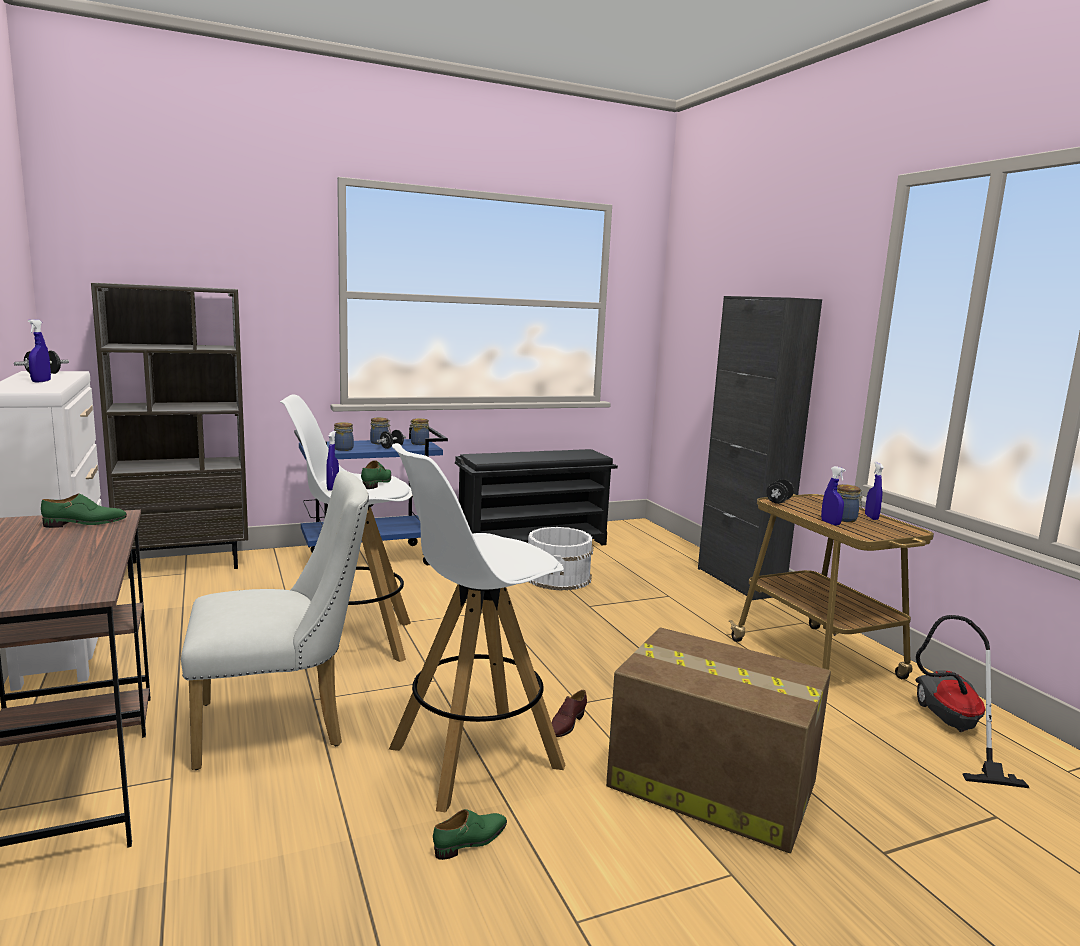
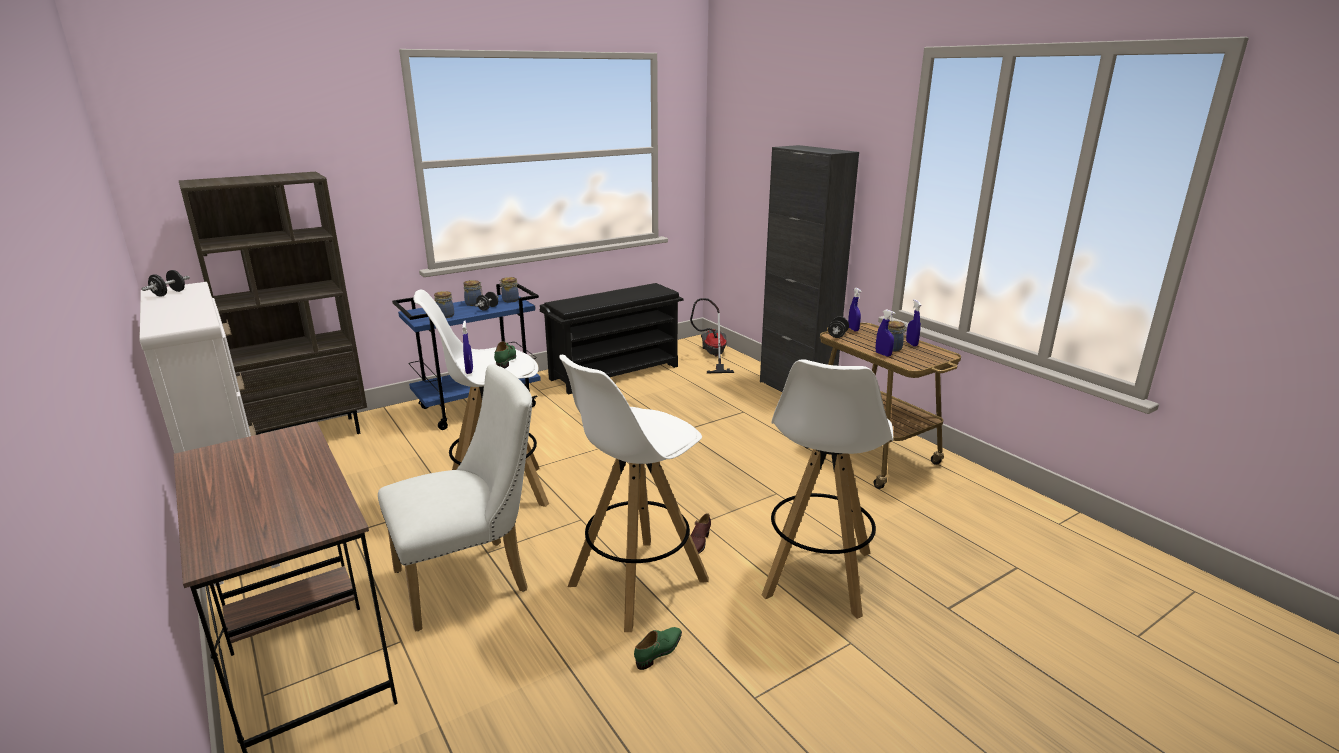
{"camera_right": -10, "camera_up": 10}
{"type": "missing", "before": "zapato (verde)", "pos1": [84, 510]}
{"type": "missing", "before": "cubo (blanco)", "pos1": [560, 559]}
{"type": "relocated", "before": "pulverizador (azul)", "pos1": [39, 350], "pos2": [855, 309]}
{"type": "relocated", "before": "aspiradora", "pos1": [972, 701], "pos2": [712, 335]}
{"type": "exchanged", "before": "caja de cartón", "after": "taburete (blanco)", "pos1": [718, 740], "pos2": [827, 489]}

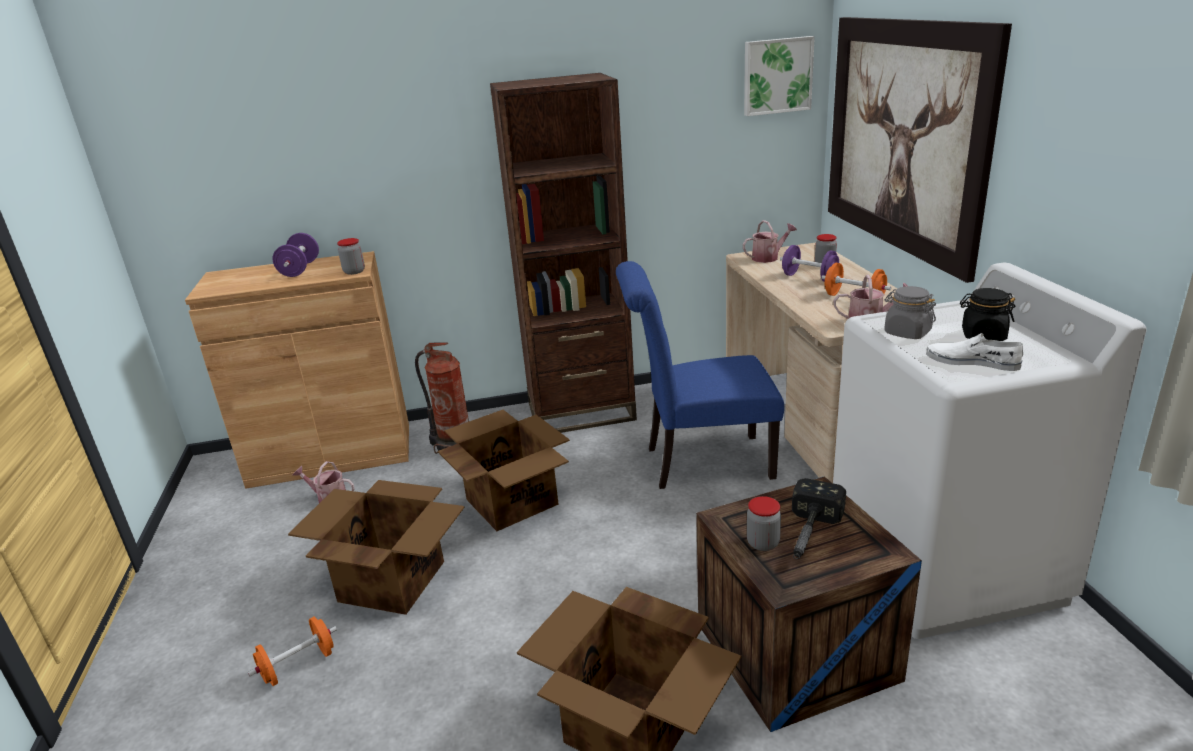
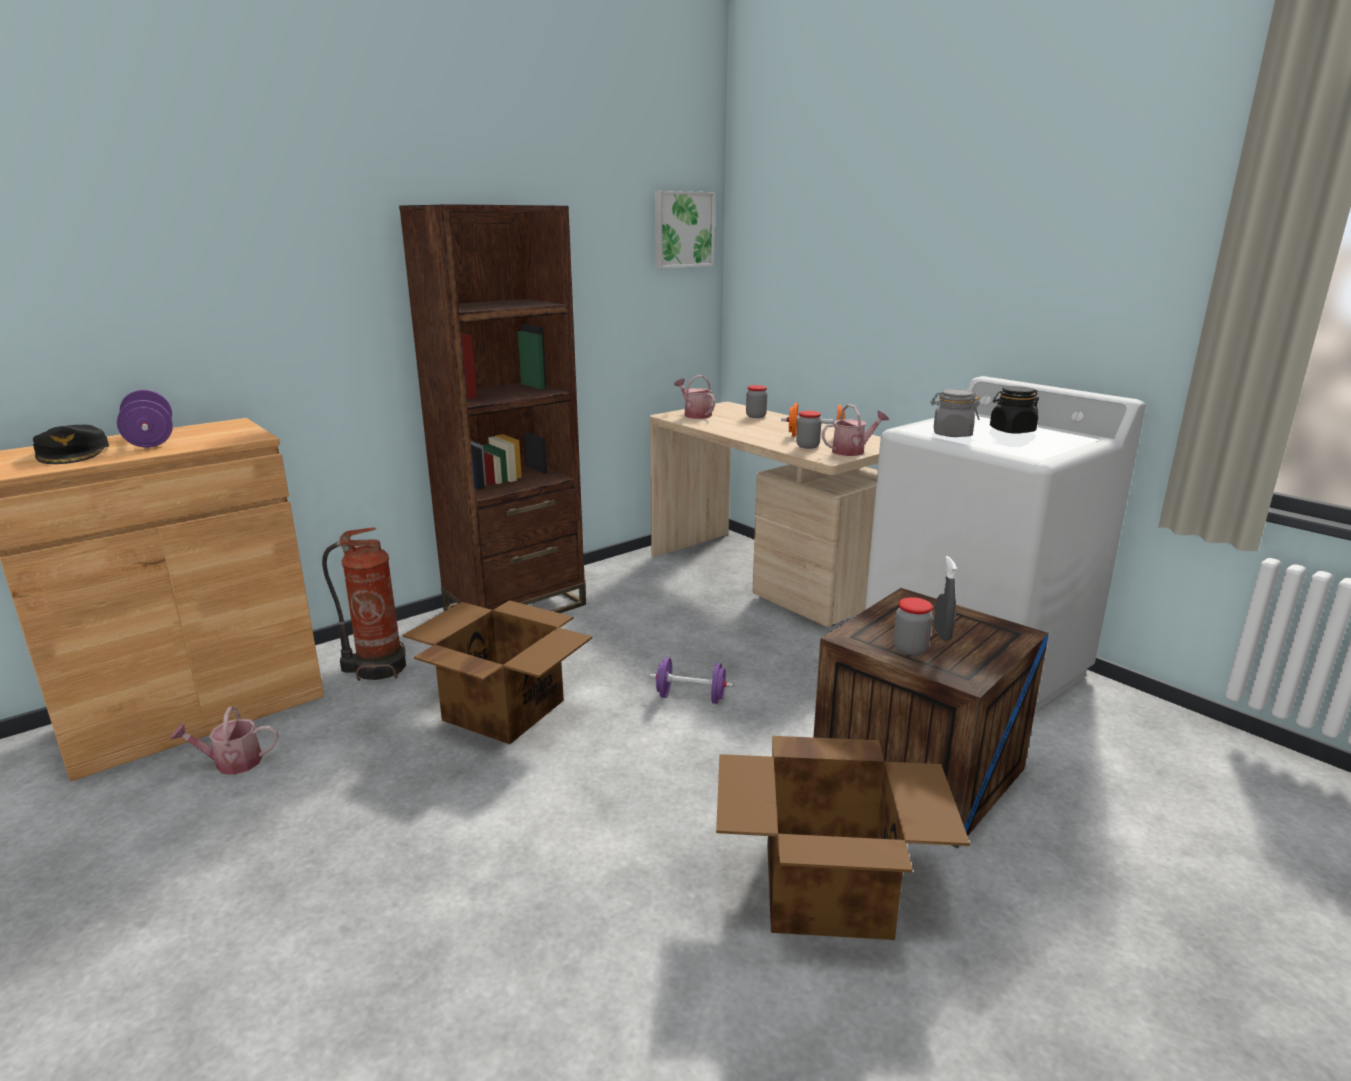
{"camera_right": -30, "camera_up": -5}
{"type": "missing", "before": "mancuerna (naranja)", "pos1": [292, 651]}
{"type": "missing", "before": "caja de cartón", "pos1": [376, 547]}
{"type": "missing", "before": "silla (azul)", "pos1": [700, 375]}
{"type": "missing", "before": "cuadro", "pos1": [920, 150]}
{"type": "missing", "before": "zapato (blanco)", "pos1": [974, 352]}
{"type": "appeared", "after": "gorra (negro)", "pos2": [71, 444]}
{"type": "relocated", "before": "tarro", "pos1": [351, 256], "pos2": [808, 430]}
{"type": "relocated", "before": "mancuerna (morado)", "pos1": [809, 263], "pos2": [691, 680]}
{"type": "exchanged", "before": "martillo", "after": "pulverizador (gris)", "pos1": [819, 518], "pos2": [945, 598]}
{"type": "spun", "before": "regadera", "pos1": [770, 241], "pos2": [694, 397], "turn": -75}

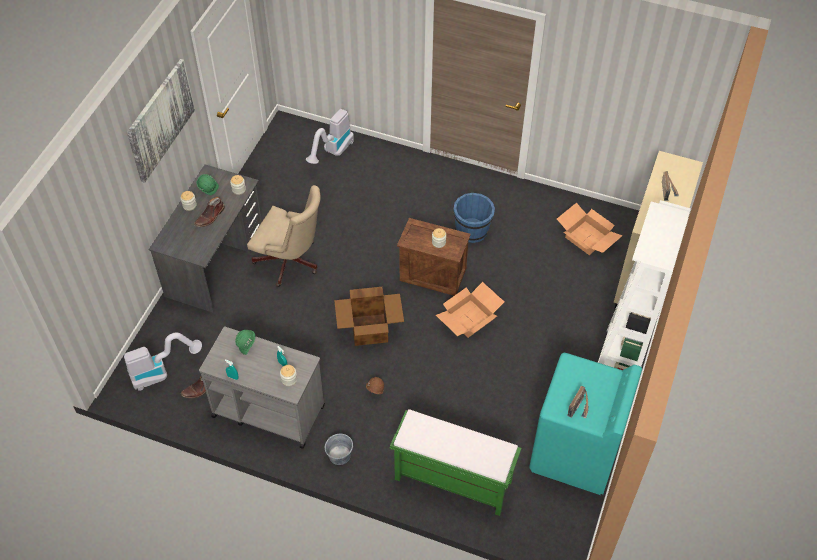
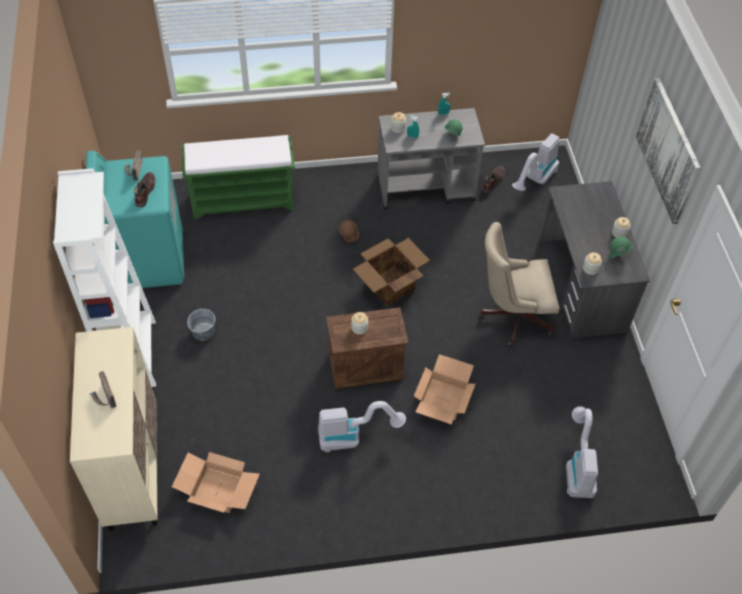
{"camera_right": 150, "camera_up": 0}
{"type": "relocated", "before": "bota (marrón)", "pos1": [209, 212], "pos2": [145, 189]}
{"type": "relocated", "before": "cubo (gris)", "pos1": [339, 449], "pos2": [201, 325]}
{"type": "relocated", "before": "caja de cartón", "pos1": [470, 310], "pos2": [444, 389]}
{"type": "exchanged", "before": "cubo (azul)", "after": "aspiradora", "pos1": [474, 218], "pos2": [362, 426]}

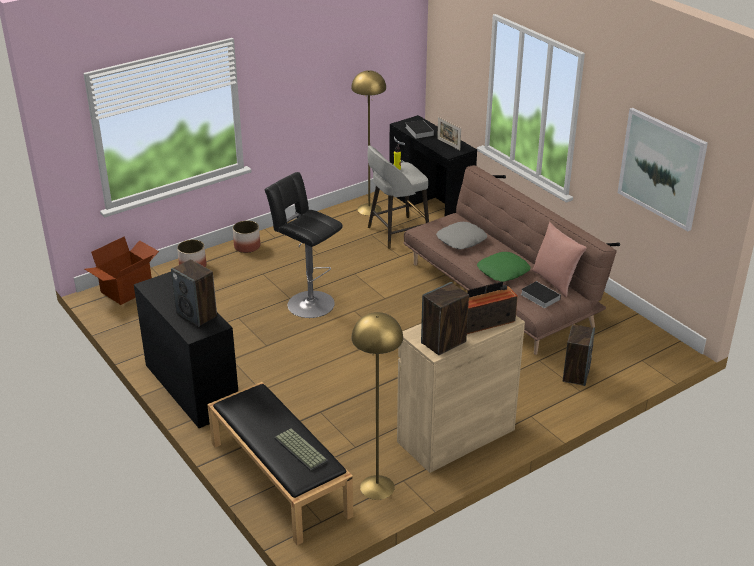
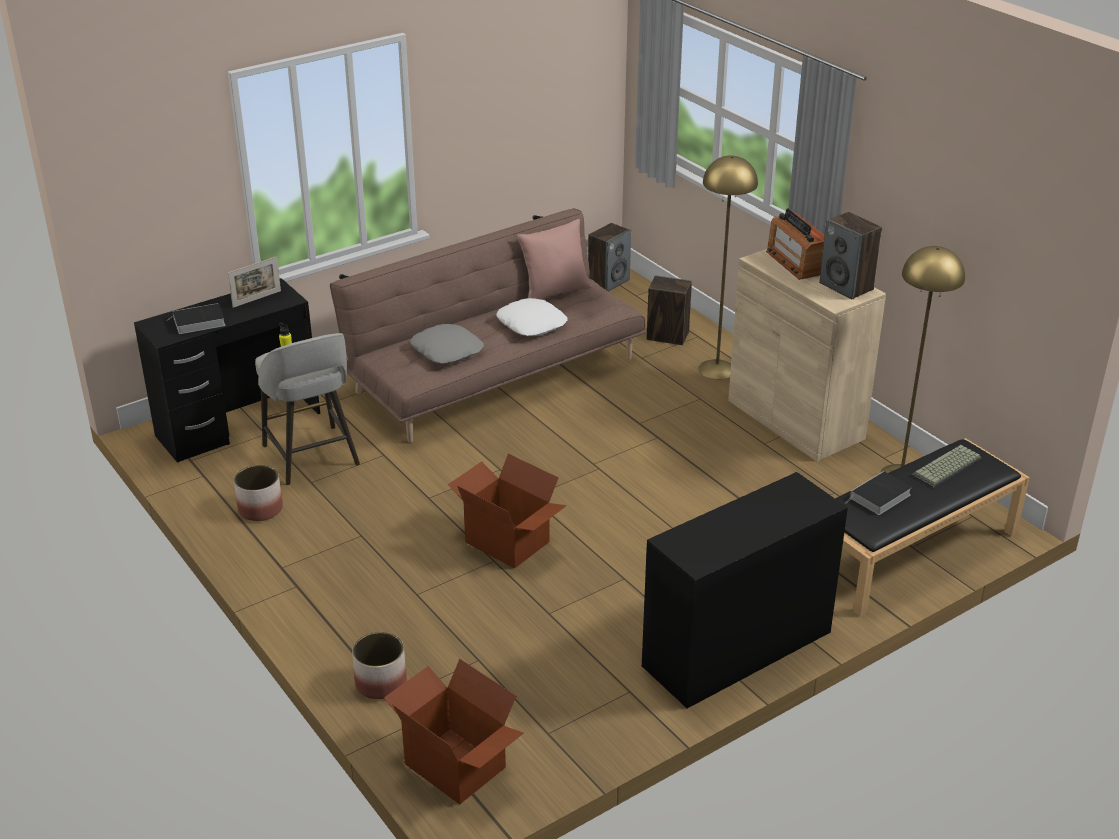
{"camera_right": -90, "camera_up": 0}
{"type": "missing", "before": "cuadro", "pos1": [663, 169]}
{"type": "relocated", "before": "altavoz", "pos1": [194, 293], "pos2": [609, 257]}
{"type": "relocated", "before": "maceta", "pos1": [246, 237], "pos2": [258, 493]}
{"type": "relocated", "before": "lámpara de pie (amarillo)", "pos1": [368, 143], "pos2": [728, 267]}
{"type": "relocated", "before": "libro", "pos1": [541, 294], "pos2": [879, 493]}
{"type": "exchanged", "before": "taburete (negro)", "after": "caja de cartón", "pos1": [303, 245], "pos2": [507, 511]}
{"type": "colour", "before": "cojín (verde)", "after": "cojín (blanco)", "pos1": [503, 267], "pos2": [532, 317]}

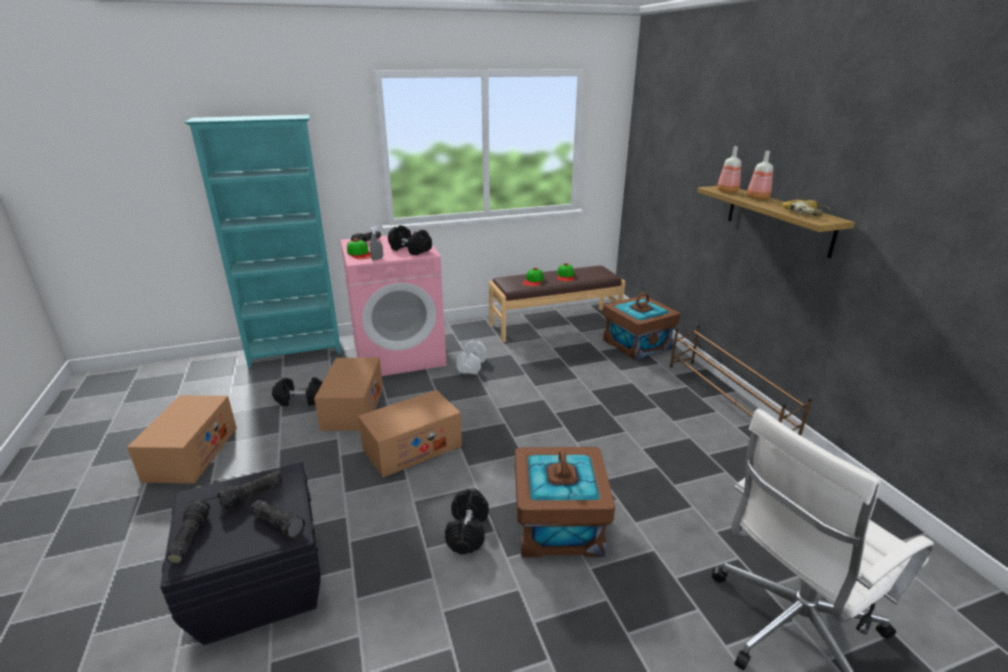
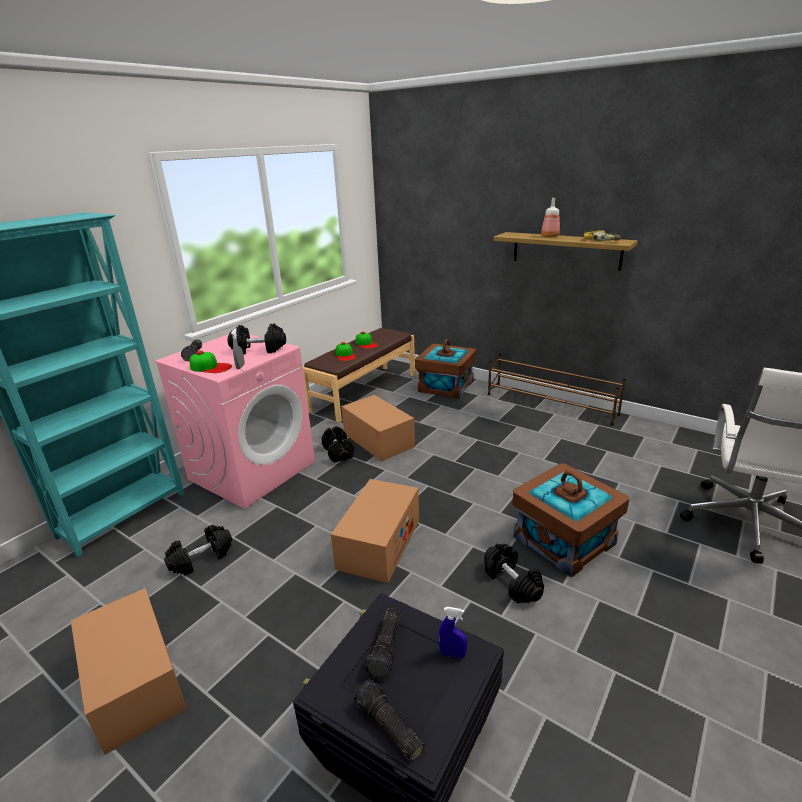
{"camera_right": -35, "camera_up": 0}
{"type": "missing", "before": "botella", "pos1": [729, 169]}
{"type": "relocated", "before": "caja de cartón", "pos1": [348, 394], "pos2": [378, 428]}
{"type": "exchanged", "before": "linterna", "after": "pulverizador (azul)", "pos1": [278, 519], "pos2": [452, 632]}
{"type": "colour", "before": "mancuerna (blanco)", "after": "mancuerna (negro)", "pos1": [471, 357], "pos2": [337, 444]}

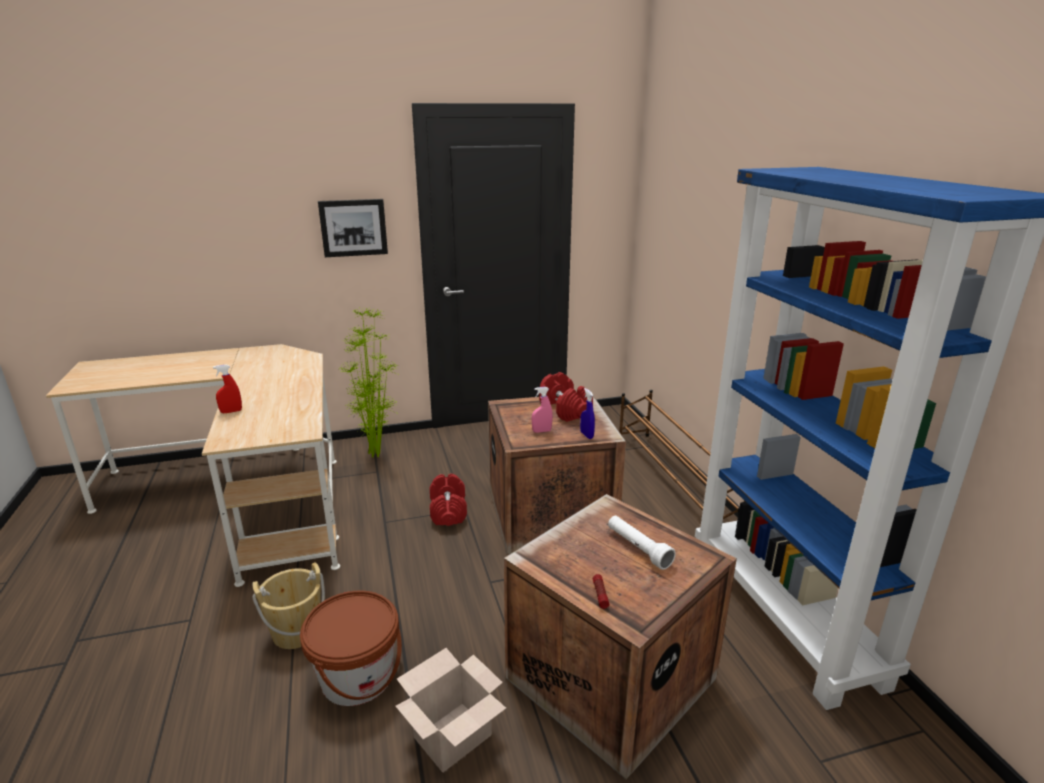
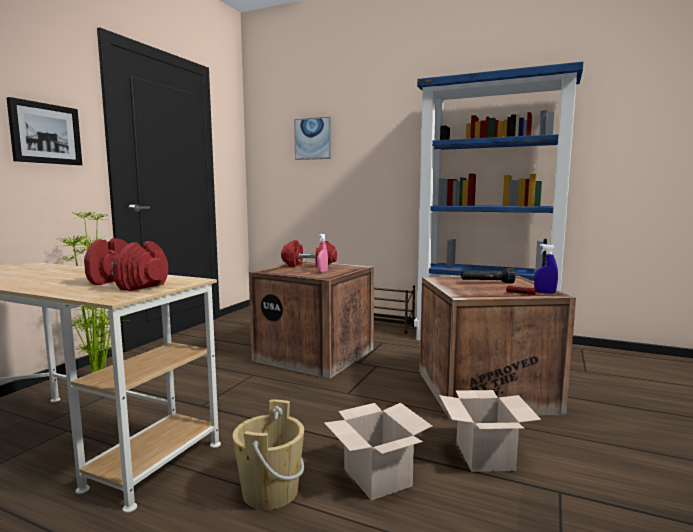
{"camera_right": -50, "camera_up": -15}
{"type": "missing", "before": "pulverizador (rojo)", "pos1": [227, 389]}
{"type": "appeared", "after": "cuadro", "pos2": [312, 138]}
{"type": "relocated", "before": "mancuerna (rojo)", "pos1": [448, 500], "pos2": [126, 264]}
{"type": "relocated", "before": "pulverizador (azul)", "pos1": [587, 413], "pos2": [546, 269]}
{"type": "exchanged", "before": "cubo (marrón)", "after": "caja de cartón", "pos1": [351, 648], "pos2": [378, 451]}
{"type": "colour", "before": "linterna (blanco)", "after": "linterna (negro)", "pos1": [642, 543], "pos2": [488, 275]}

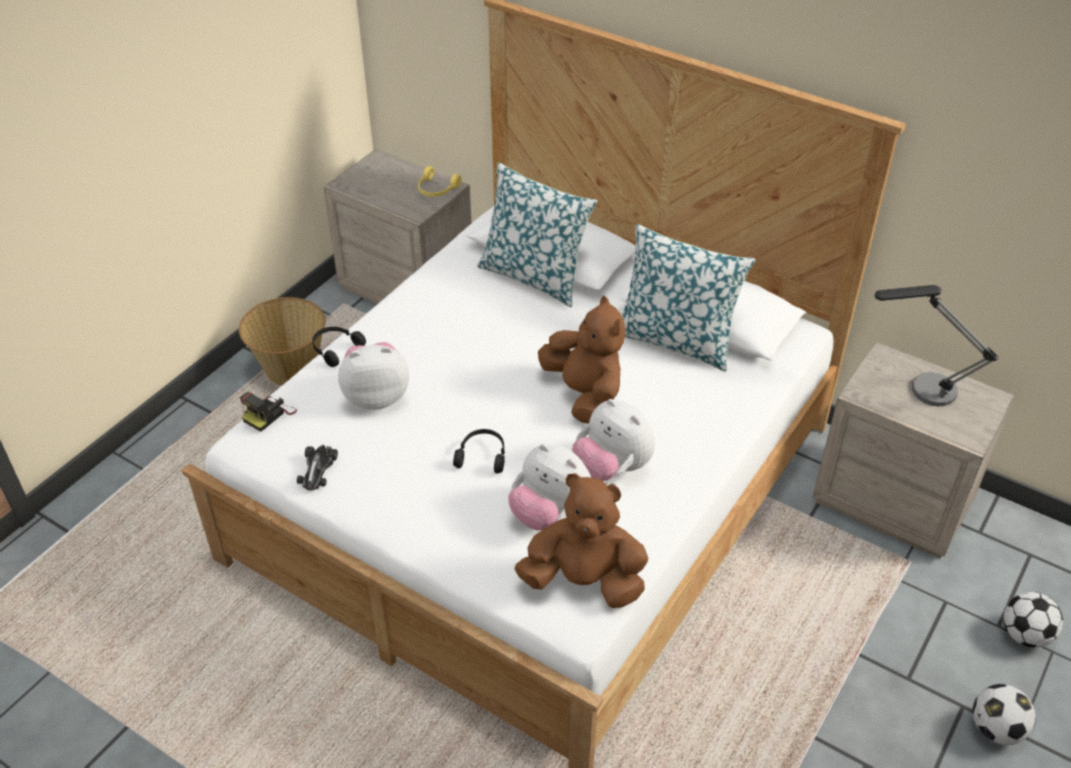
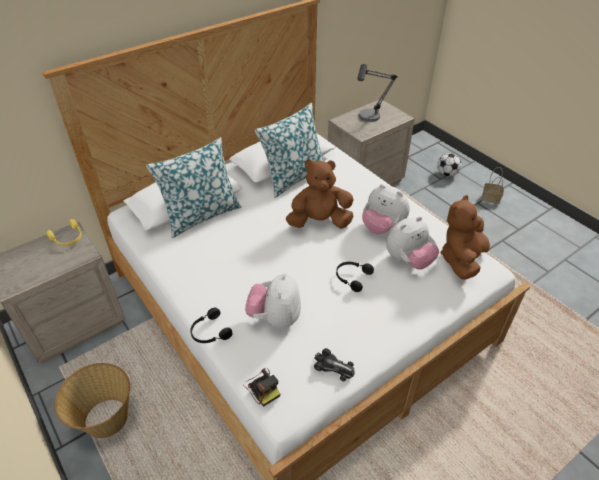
{"camera_right": -70, "camera_up": 0}
{"type": "exchanged", "before": "balón de fútbol", "after": "cesta", "pos1": [1004, 714], "pos2": [493, 185]}
{"type": "spun", "before": "peluche", "pos1": [613, 440], "pos2": [386, 209], "turn": 60}

